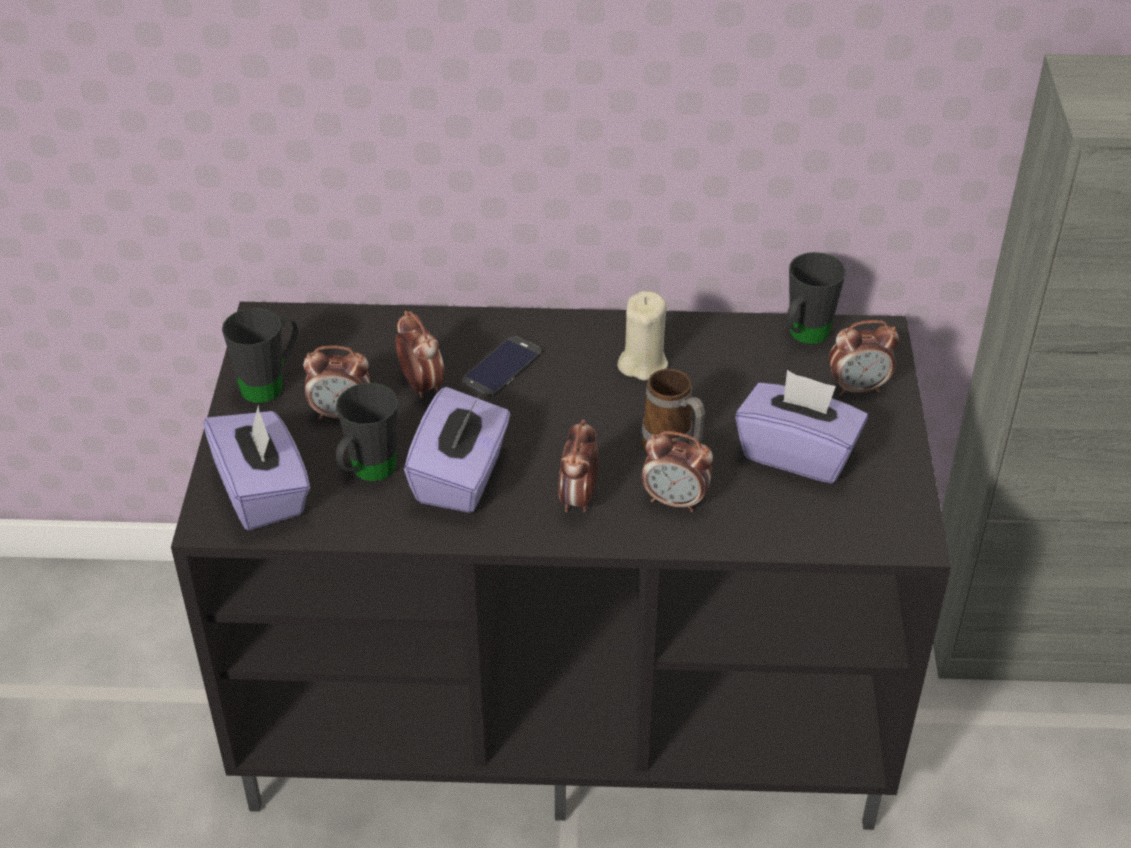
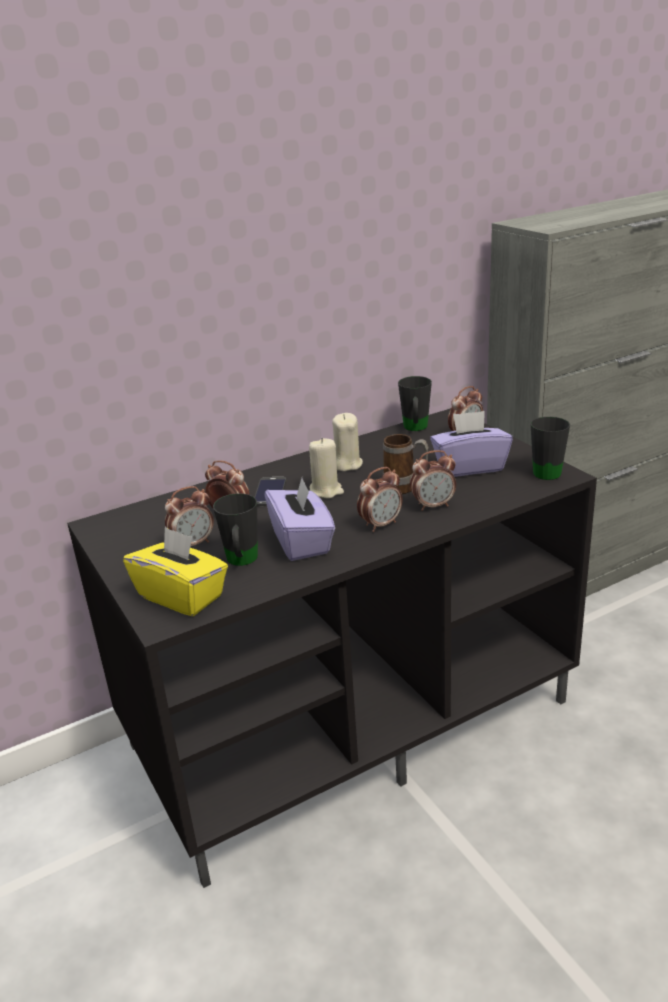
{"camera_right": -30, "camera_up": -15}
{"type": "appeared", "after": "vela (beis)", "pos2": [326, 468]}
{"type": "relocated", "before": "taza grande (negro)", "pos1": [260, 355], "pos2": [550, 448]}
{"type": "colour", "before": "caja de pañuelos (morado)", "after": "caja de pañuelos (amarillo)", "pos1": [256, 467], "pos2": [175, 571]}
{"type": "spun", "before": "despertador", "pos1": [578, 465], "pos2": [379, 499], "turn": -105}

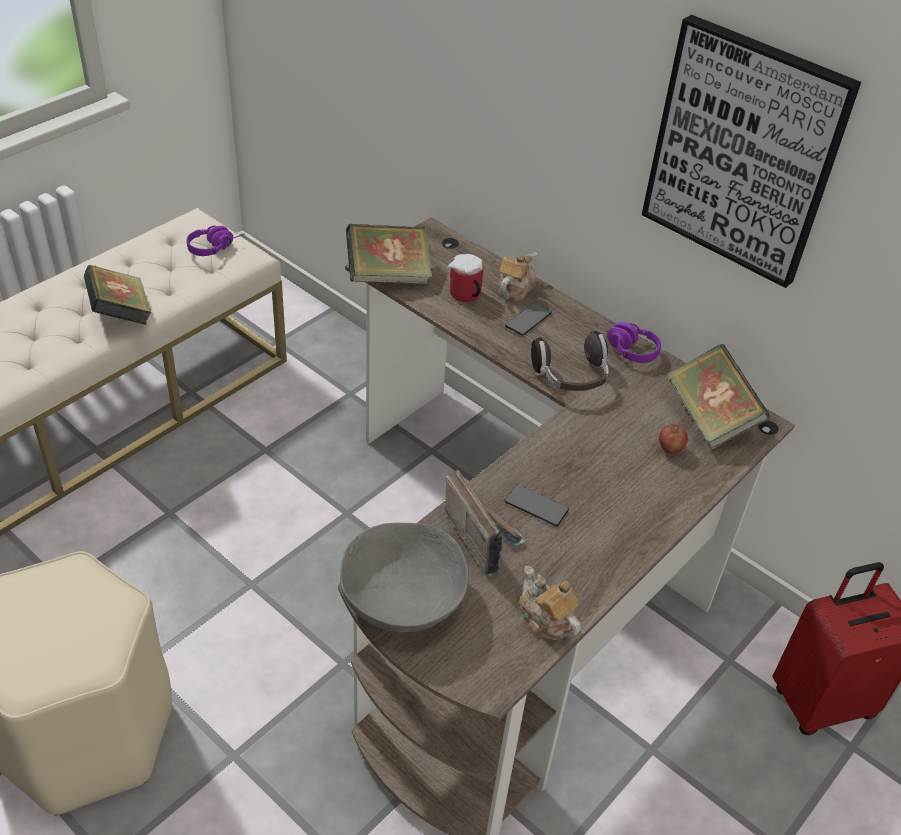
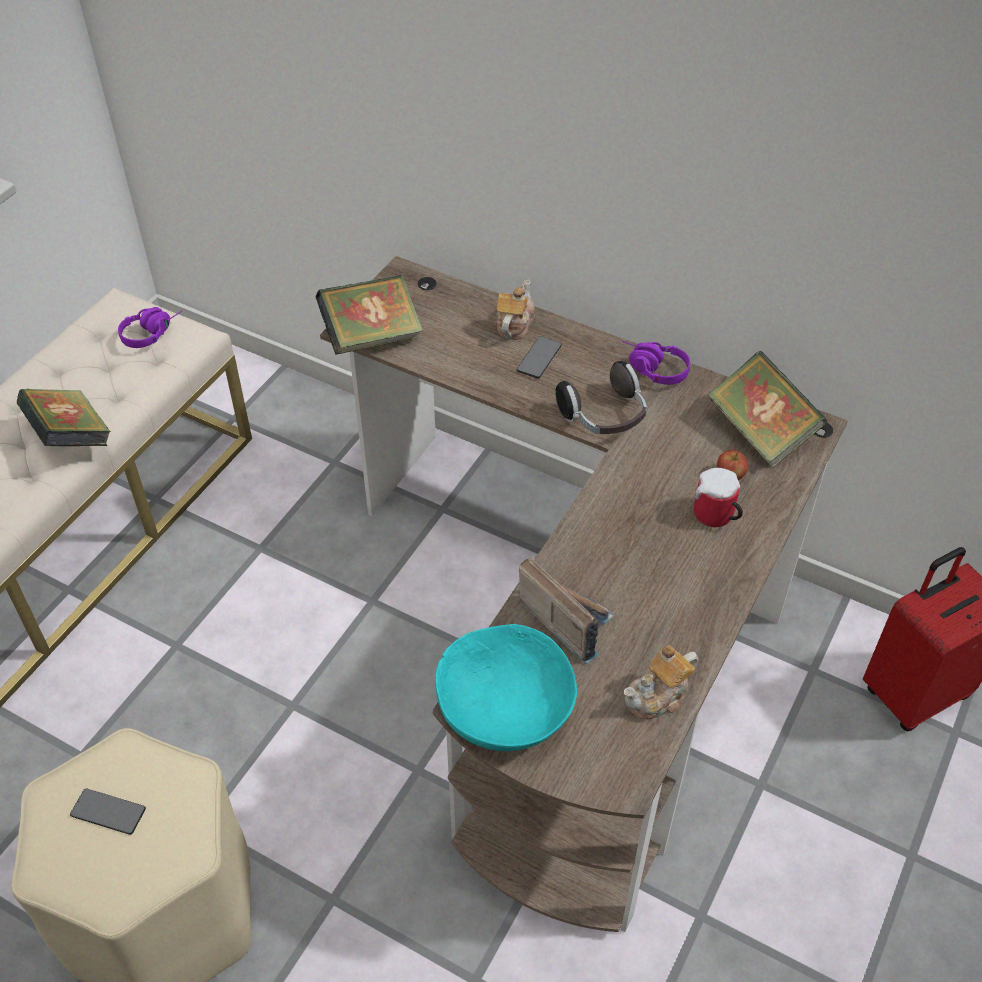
{"camera_right": -10, "camera_up": 5}
{"type": "missing", "before": "cuadro", "pos1": [751, 151]}
{"type": "relocated", "before": "taza grande", "pos1": [465, 278], "pos2": [718, 497]}
{"type": "relocated", "before": "móvil", "pos1": [536, 505], "pos2": [108, 811]}
{"type": "colour", "before": "cuenco (gris)", "after": "cuenco (turquesa)", "pos1": [404, 577], "pos2": [506, 687]}
{"type": "spun", "before": "tetera", "pos1": [550, 603], "pos2": [661, 682], "turn": -75}

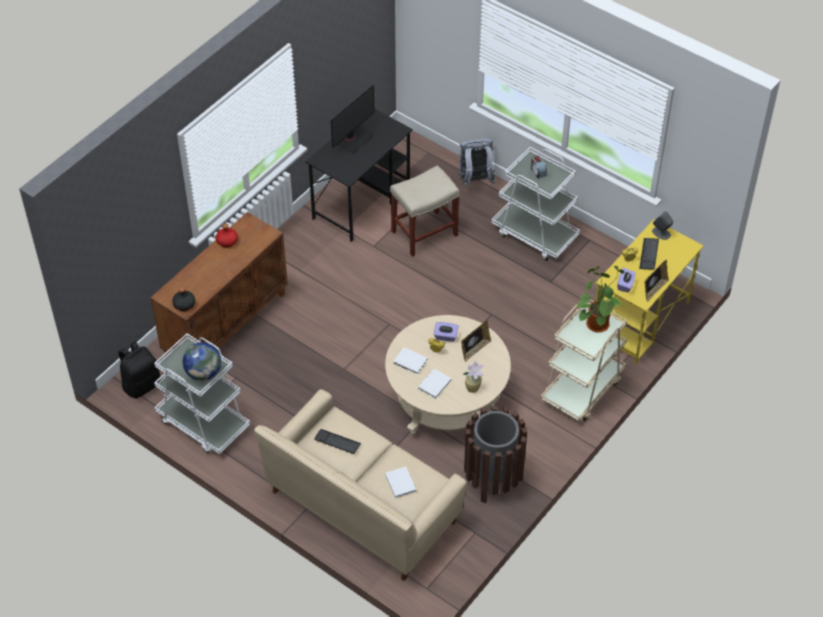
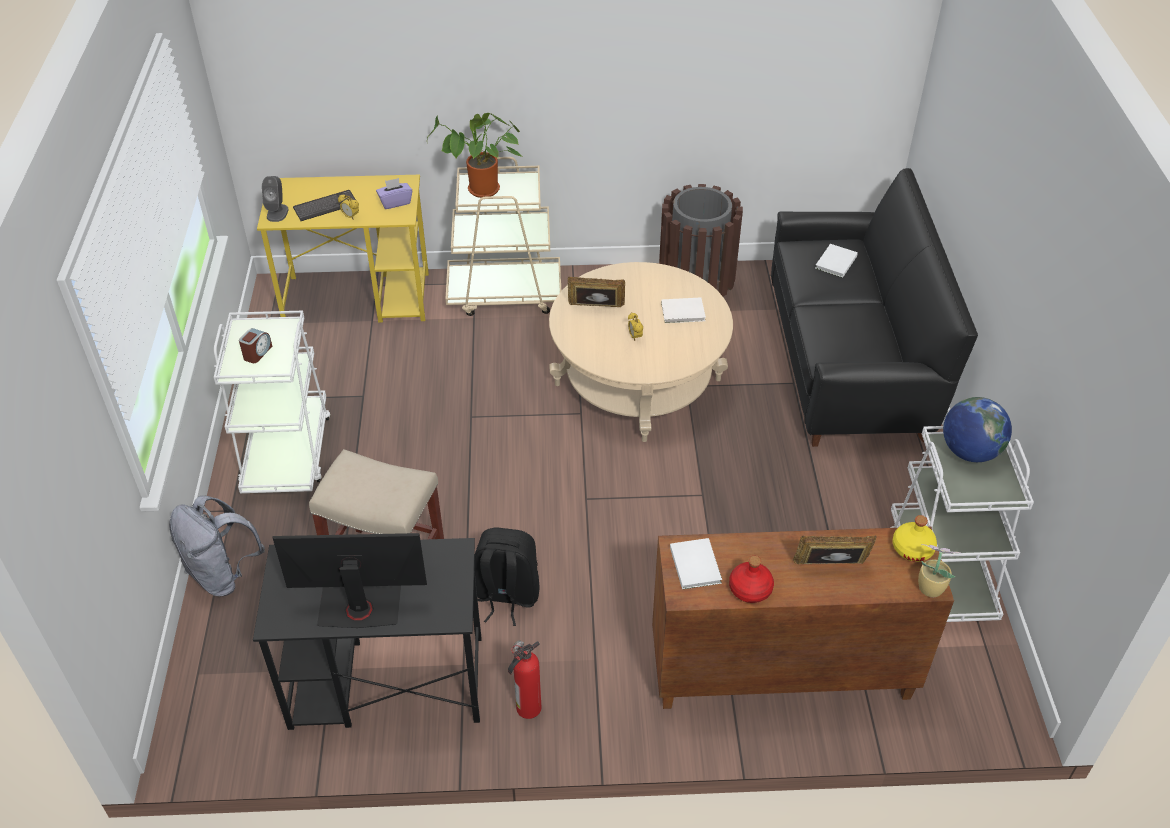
{"camera_right": -130, "camera_up": -5}
{"type": "missing", "before": "teclado", "pos1": [337, 441]}
{"type": "missing", "before": "caja de pañuelos (morado)", "pos1": [446, 332]}
{"type": "appeared", "after": "extintor", "pos2": [524, 679]}
{"type": "relocated", "before": "mochila (negro)", "pos1": [139, 369], "pos2": [507, 577]}
{"type": "relocated", "before": "libro (blanco)", "pos1": [410, 361], "pos2": [696, 564]}
{"type": "relocated", "before": "planta en maceta", "pos1": [473, 376], "pos2": [940, 570]}
{"type": "relocated", "before": "portarretratos", "pos1": [657, 281], "pos2": [835, 550]}
{"type": "colour", "before": "botella (negro)", "after": "botella (amarillo)", "pos1": [183, 299], "pos2": [915, 538]}
{"type": "colour", "before": "sofá (beis)", "after": "sofá (negro)", "pos1": [360, 485], "pos2": [874, 307]}

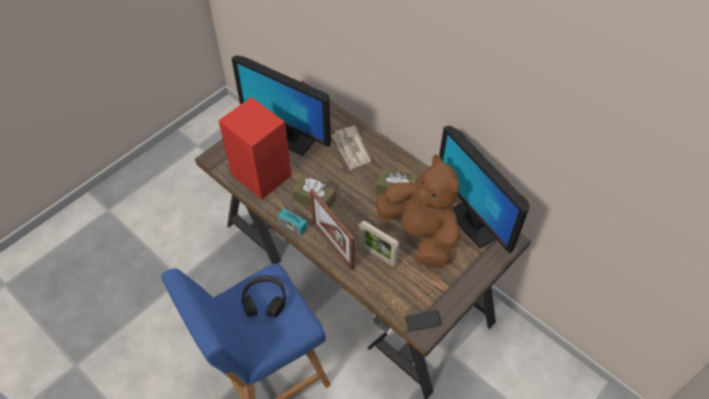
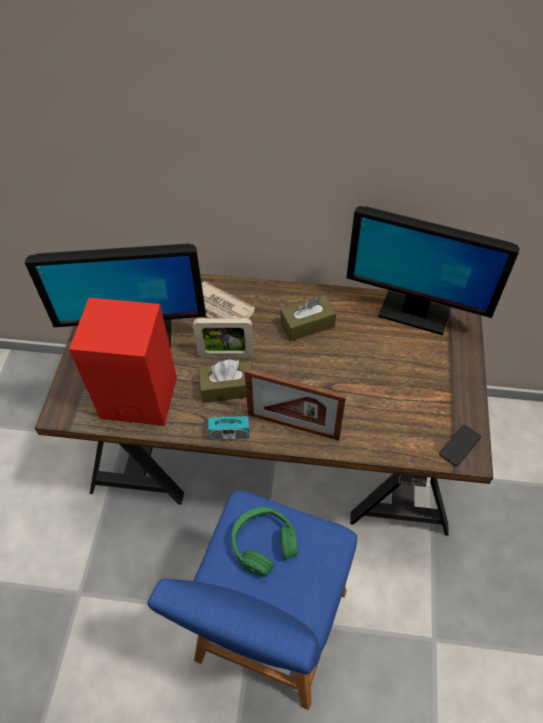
{"camera_right": -35, "camera_up": 0}
{"type": "missing", "before": "peluche (marrón)", "pos1": [417, 210]}
{"type": "relocated", "before": "portarretratos", "pos1": [379, 244], "pos2": [223, 338]}
{"type": "colour", "before": "auriculares (negro)", "after": "auriculares (verde)", "pos1": [263, 296], "pos2": [264, 542]}

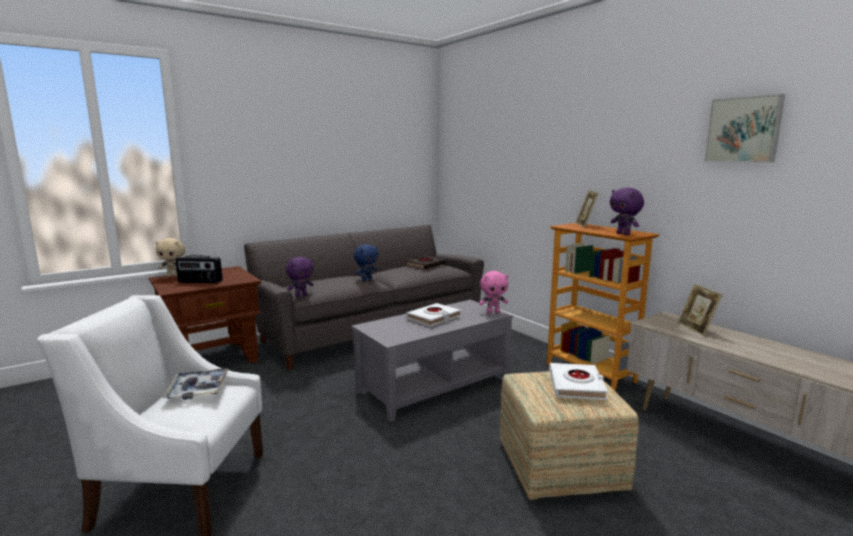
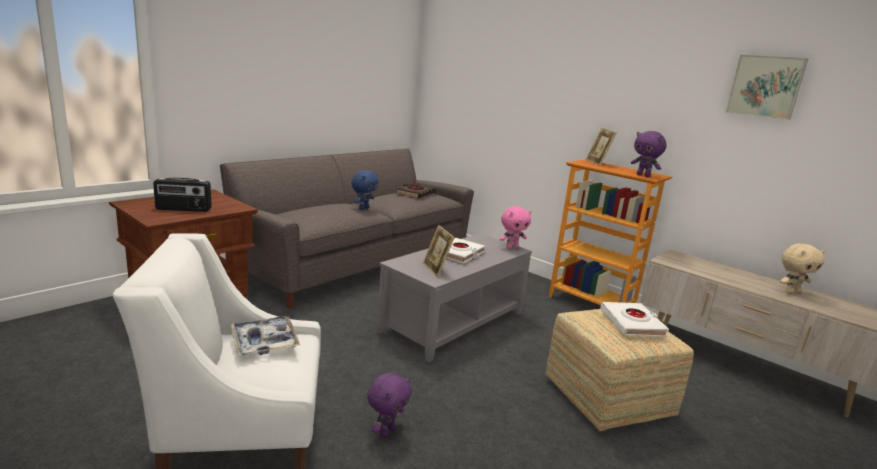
{"camera_right": -15, "camera_up": 5}
{"type": "relocated", "before": "peluche (beis)", "pos1": [170, 257], "pos2": [802, 268]}
{"type": "relocated", "before": "peluche (morado)", "pos1": [300, 277], "pos2": [389, 405]}
{"type": "relocated", "before": "portarretratos", "pos1": [700, 310], "pos2": [439, 251]}

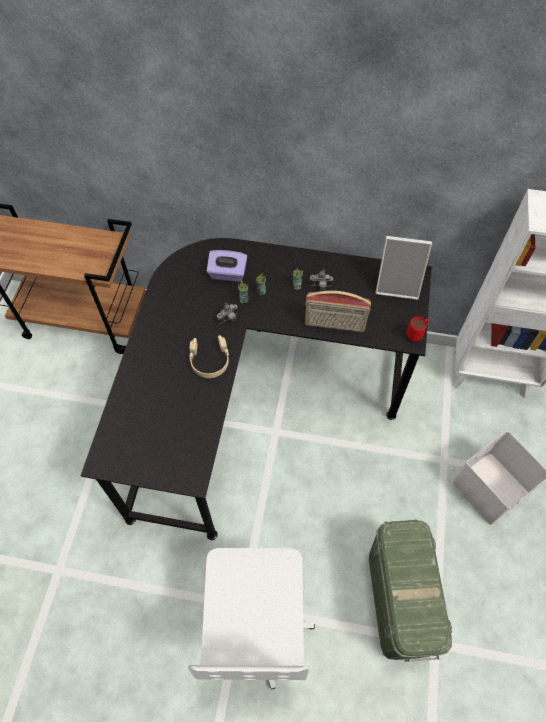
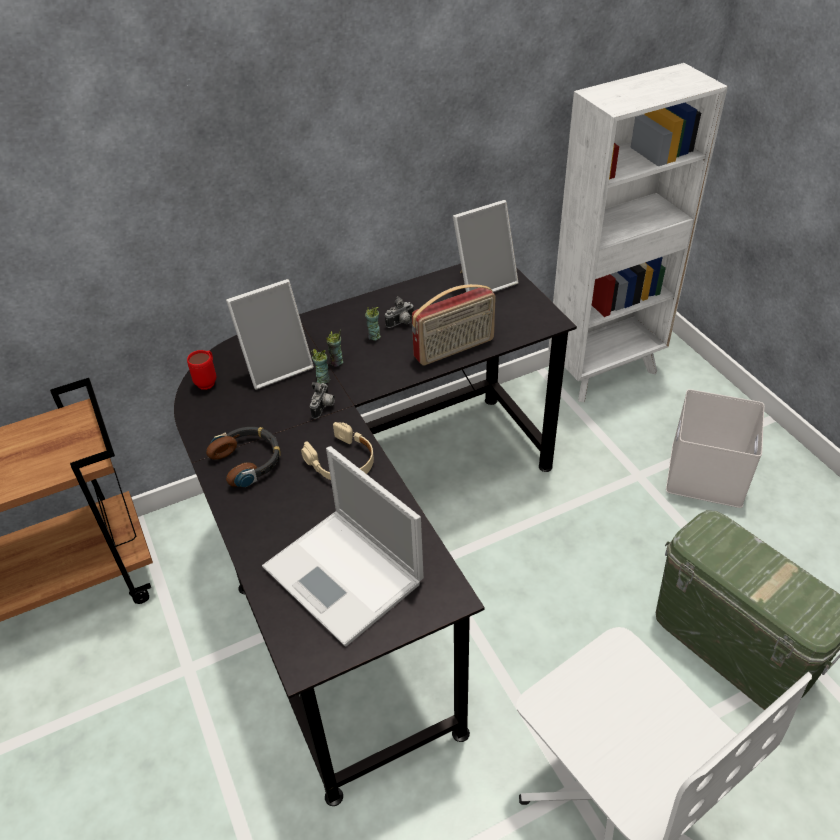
{"camera_right": -35, "camera_up": -15}
{"type": "appeared", "after": "auriculares", "pos2": [243, 457]}
{"type": "appeared", "after": "portátil", "pos2": [343, 546]}
{"type": "relocated", "before": "taza grande (rojo)", "pos1": [418, 329], "pos2": [201, 370]}
{"type": "exchanged", "before": "caja de pañuelos (morado)", "after": "portarretratos", "pos1": [227, 266], "pos2": [270, 334]}

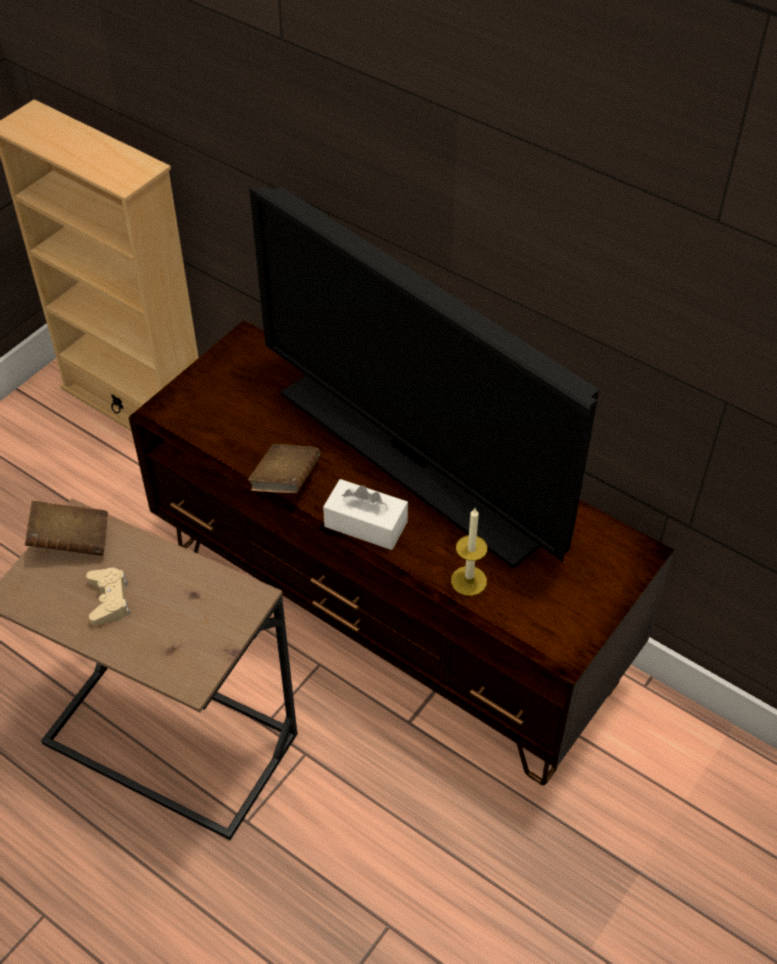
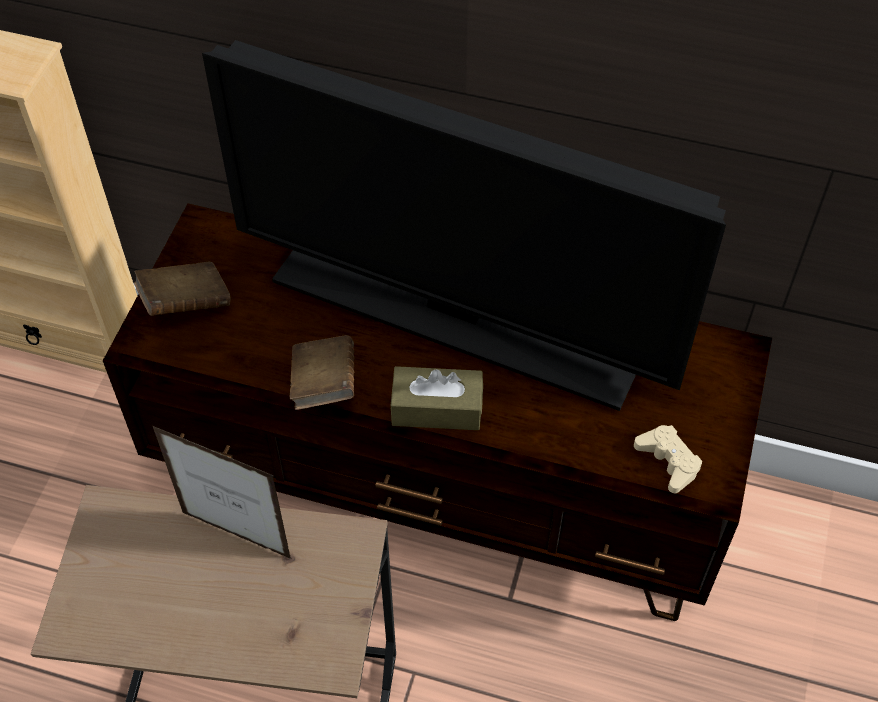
{"camera_right": -20, "camera_up": 5}
{"type": "missing", "before": "vela", "pos1": [469, 552]}
{"type": "appeared", "after": "portarretratos", "pos2": [222, 492]}
{"type": "relocated", "before": "libro (marrón)", "pos1": [66, 528], "pos2": [182, 289]}
{"type": "relocated", "before": "mando de consola (beis)", "pos1": [108, 596], "pos2": [668, 459]}
{"type": "colour", "before": "caja de pañuelos (blanco)", "after": "caja de pañuelos (marrón)", "pos1": [365, 514], "pos2": [436, 398]}

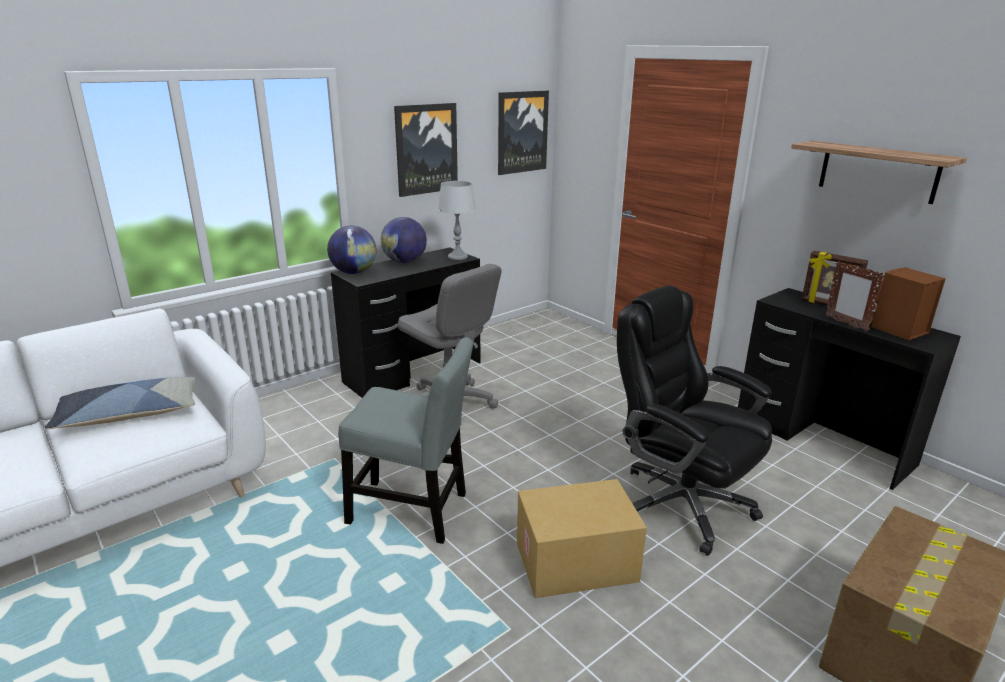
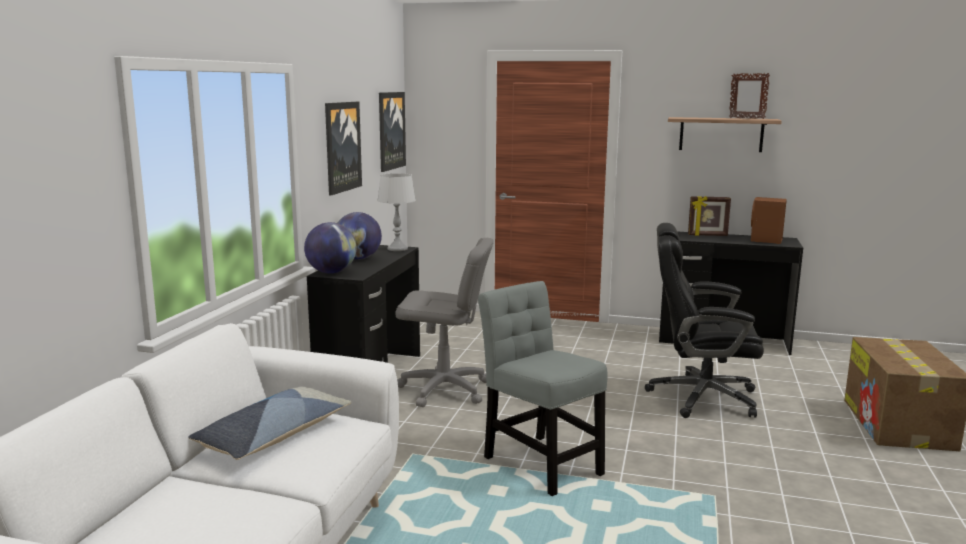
{"camera_right": -35, "camera_up": -10}
{"type": "missing", "before": "caja de cartón", "pos1": [582, 538]}
{"type": "relocated", "before": "portarretratos", "pos1": [855, 296], "pos2": [749, 96]}
{"type": "spun", "before": "silla (gris)", "pos1": [405, 440], "pos2": [543, 388], "turn": -105}

